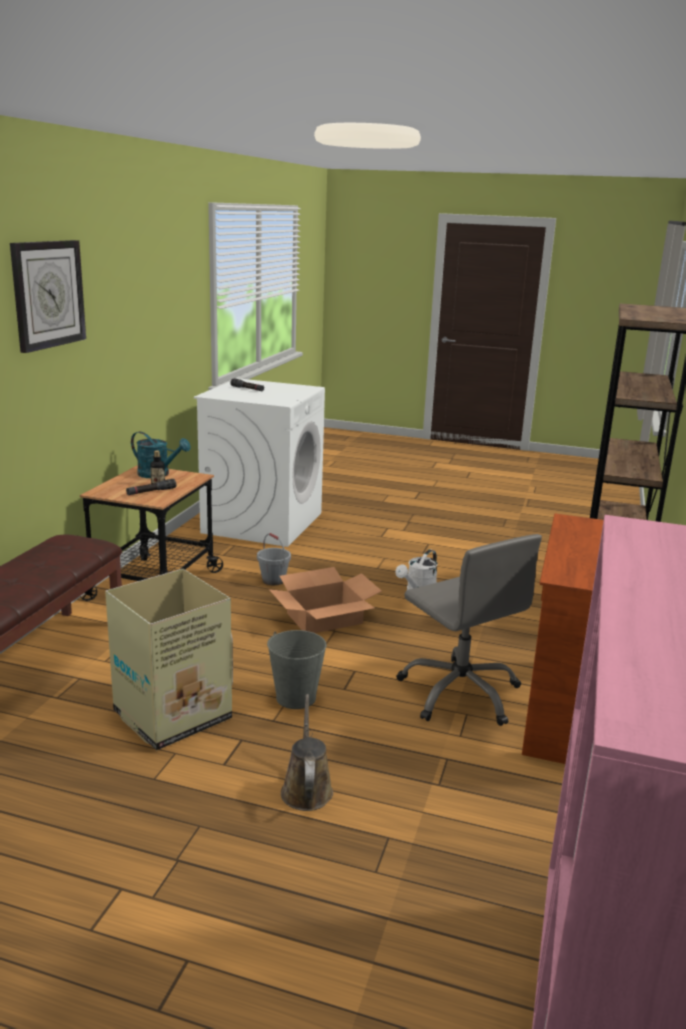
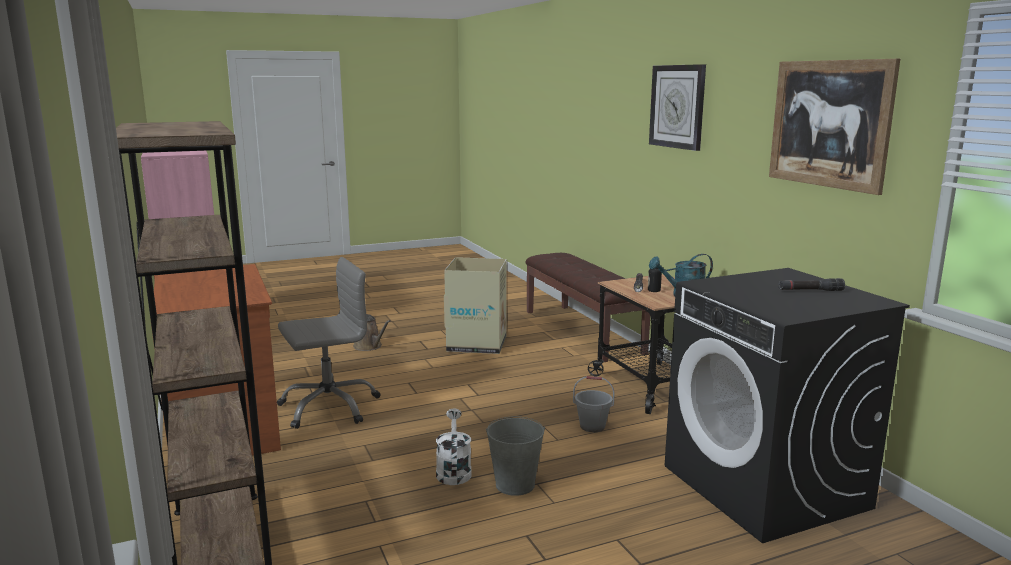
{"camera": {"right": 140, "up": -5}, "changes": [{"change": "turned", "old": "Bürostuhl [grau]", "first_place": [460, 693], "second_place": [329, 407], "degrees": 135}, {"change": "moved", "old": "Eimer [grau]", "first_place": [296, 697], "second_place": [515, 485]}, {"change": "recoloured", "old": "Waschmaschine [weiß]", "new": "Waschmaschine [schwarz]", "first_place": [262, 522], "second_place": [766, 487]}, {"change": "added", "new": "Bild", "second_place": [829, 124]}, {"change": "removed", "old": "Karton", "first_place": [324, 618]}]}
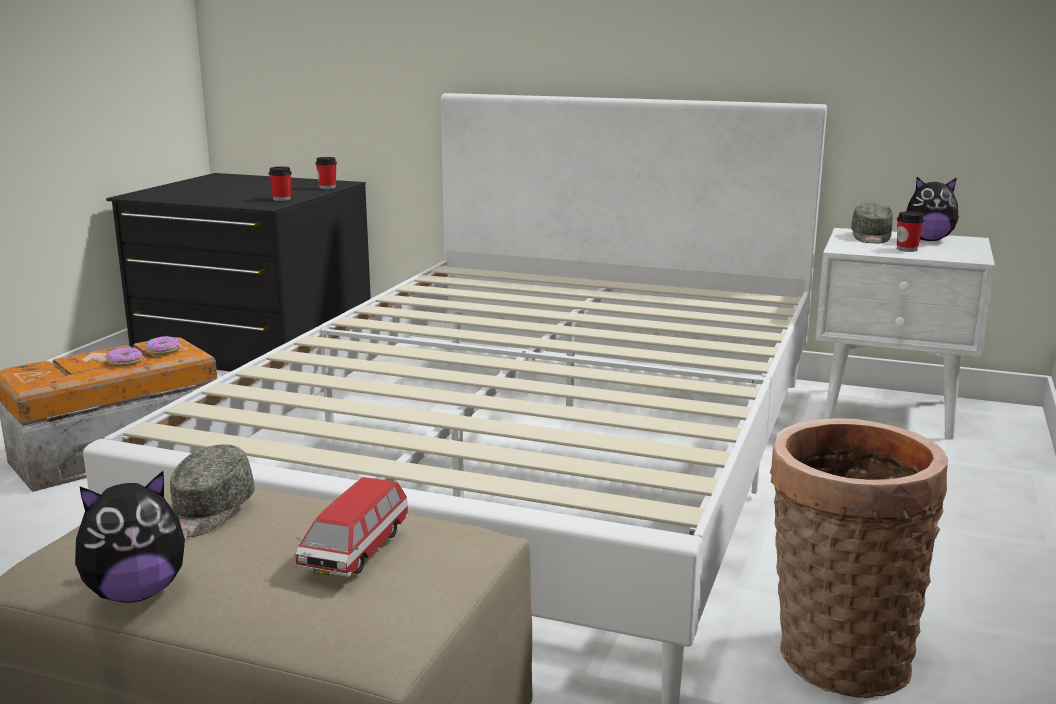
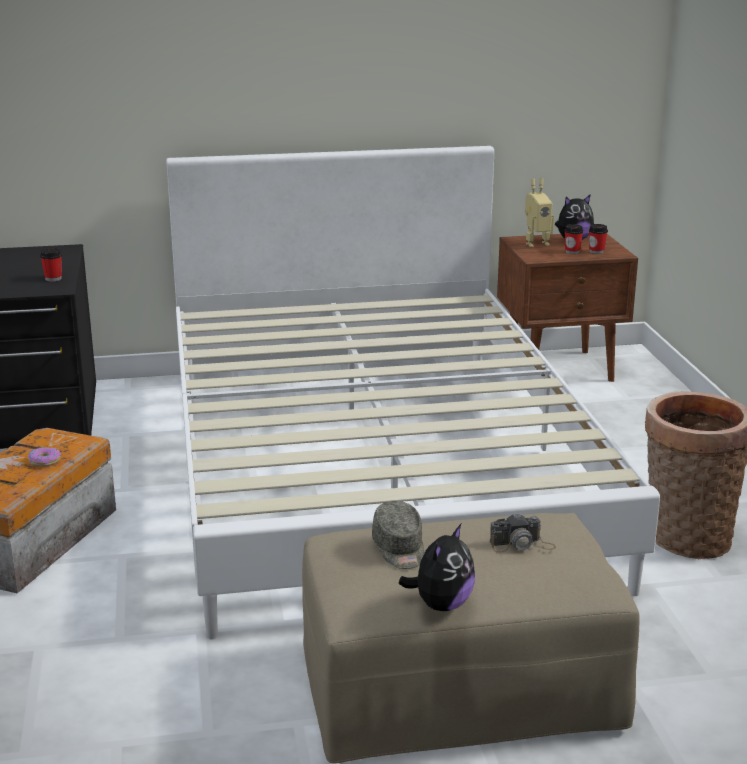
{"camera": {"right": -30, "up": 5}, "changes": [{"change": "replaced", "old": "Spielzeugauto", "new": "Kamera", "first_place": [355, 551], "second_place": [522, 545]}, {"change": "recoloured", "old": "Nachttisch [weiß]", "new": "Nachttisch [braun]", "first_place": [892, 412], "second_place": [560, 369]}, {"change": "replaced", "old": "Kappe [grau]", "new": "Spielzeugroboter", "first_place": [871, 237], "second_place": [536, 243]}, {"change": "moved", "old": "Tasse", "first_place": [327, 187], "second_place": [596, 251]}, {"change": "removed", "old": "Donut", "first_place": [163, 351]}]}
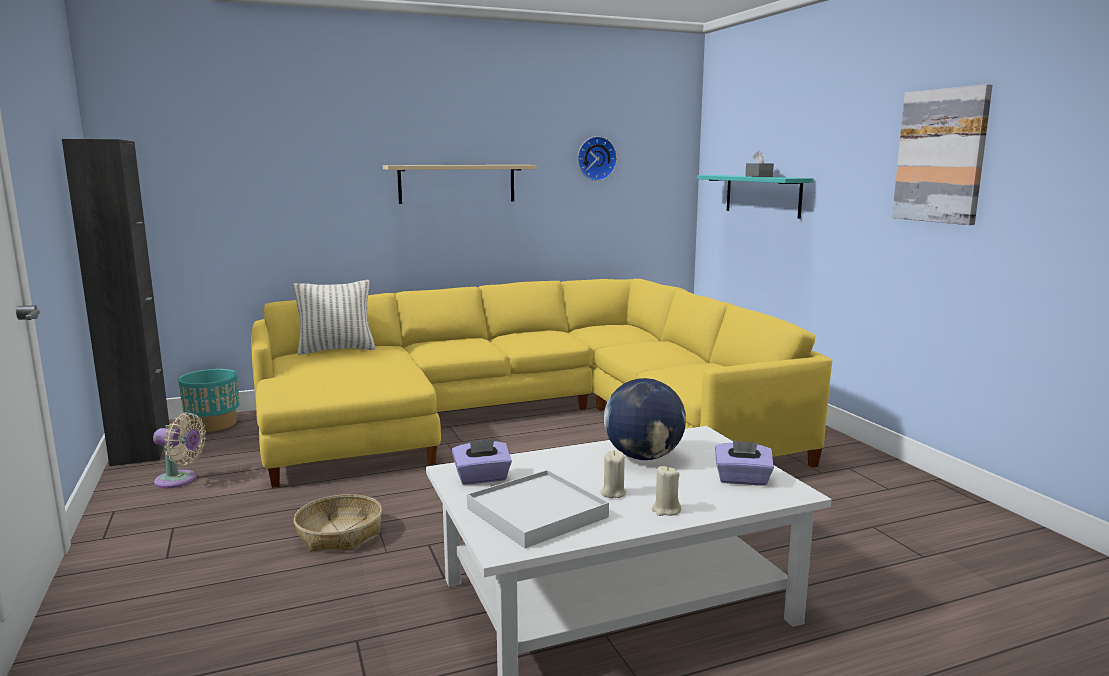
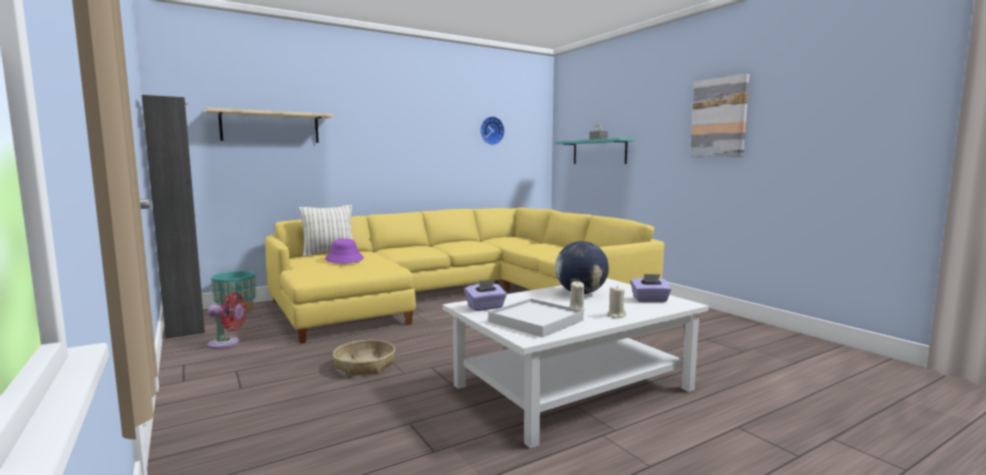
{"camera": {"right": -10, "up": -5}, "changes": [{"change": "moved", "old": "Wandregal [beige]", "first_place": [457, 183], "second_place": [270, 127]}, {"change": "recoloured", "old": "Ventilator [beige]", "new": "Ventilator [rot]", "first_place": [180, 480], "second_place": [227, 343]}, {"change": "added", "new": "Hut [lila]", "second_place": [344, 259]}]}
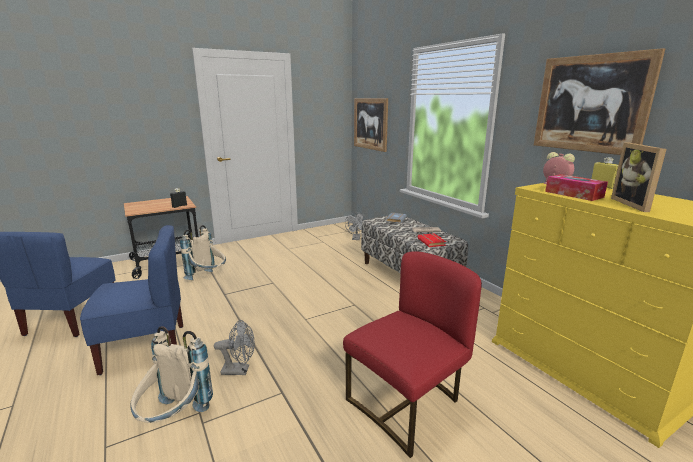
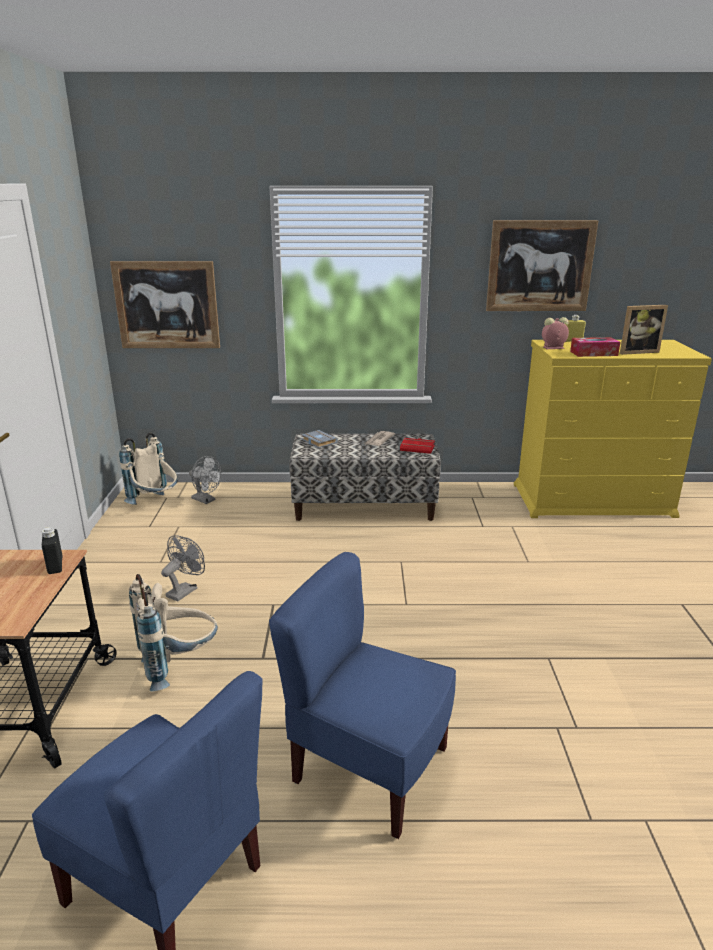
{"camera": {"right": -60, "up": 5}, "changes": [{"change": "moved", "old": "Rucksack [beige]", "first_place": [174, 420], "second_place": [156, 504]}, {"change": "moved", "old": "Ventilator [grau]", "first_place": [240, 370], "second_place": [185, 590]}, {"change": "turned", "old": "Stuhl [blau]", "first_place": [145, 347], "second_place": [369, 767], "degrees": -75}, {"change": "turned", "old": "Bilderrahmen", "first_place": [635, 205], "second_place": [636, 351], "degrees": -45}, {"change": "removed", "old": "Stuhl [rot]", "first_place": [407, 404]}]}
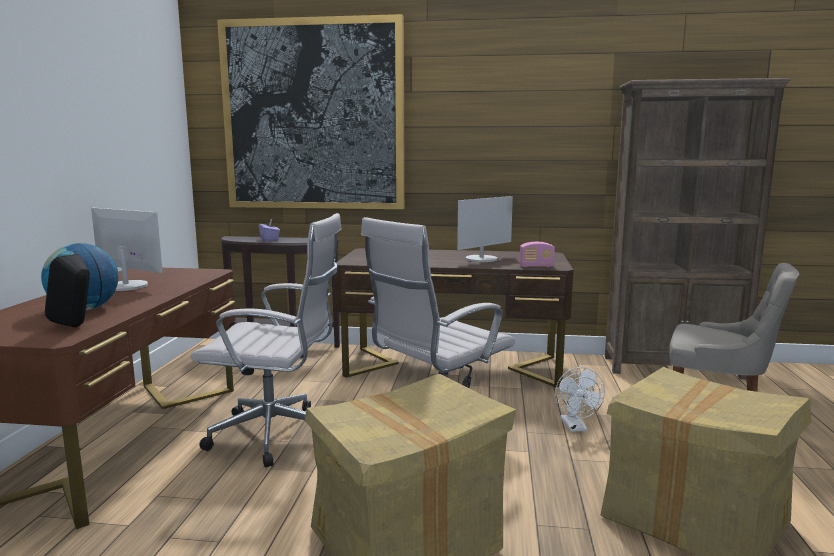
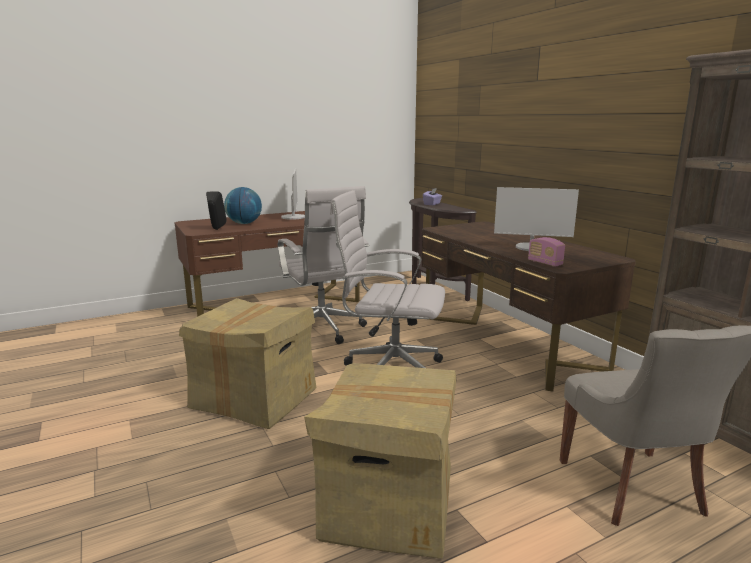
{"camera": {"right": 55, "up": 5}, "changes": [{"change": "removed", "old": "Bild", "first_place": [314, 116]}, {"change": "removed", "old": "Ventilator [weiß]", "first_place": [576, 427]}]}
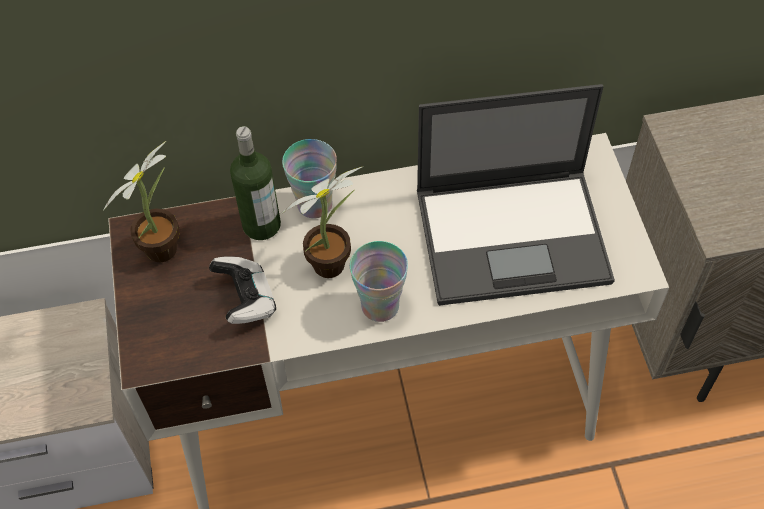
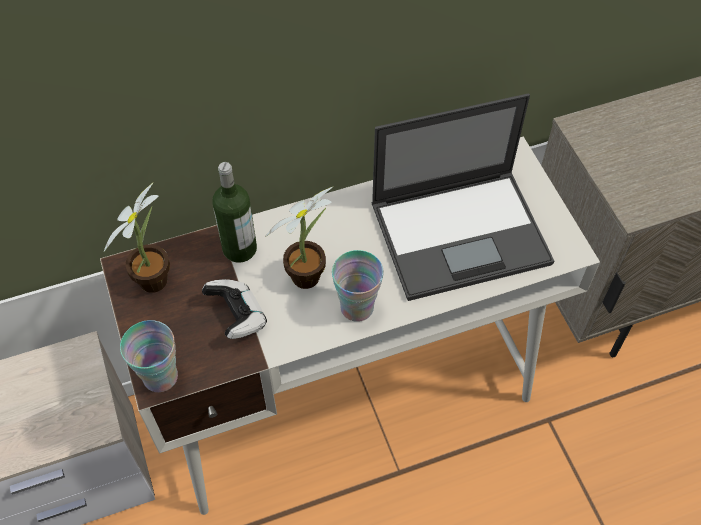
{"camera": {"right": -10, "up": 0}, "changes": [{"change": "moved", "old": "Tasse", "first_place": [314, 204], "second_place": [160, 377]}]}
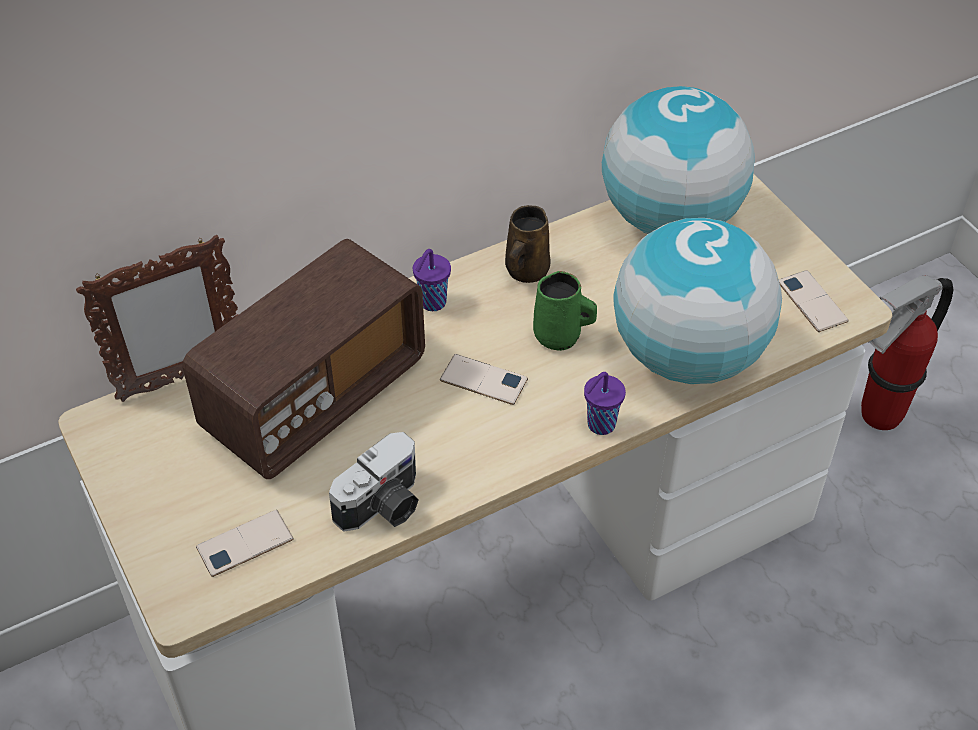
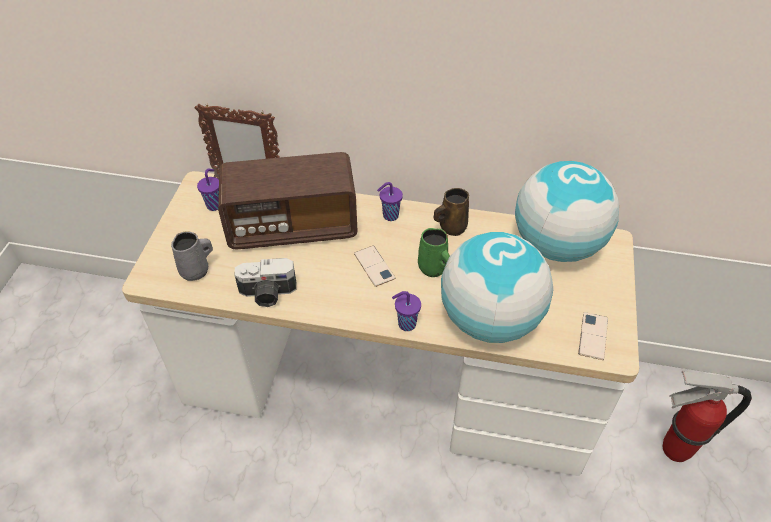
{"camera": {"right": 40, "up": 0}, "changes": [{"change": "replaced", "old": "Handy", "new": "Henkelbecher [grau]", "first_place": [245, 543], "second_place": [196, 270]}, {"change": "added", "new": "Tasse [lila]", "second_place": [214, 205]}]}
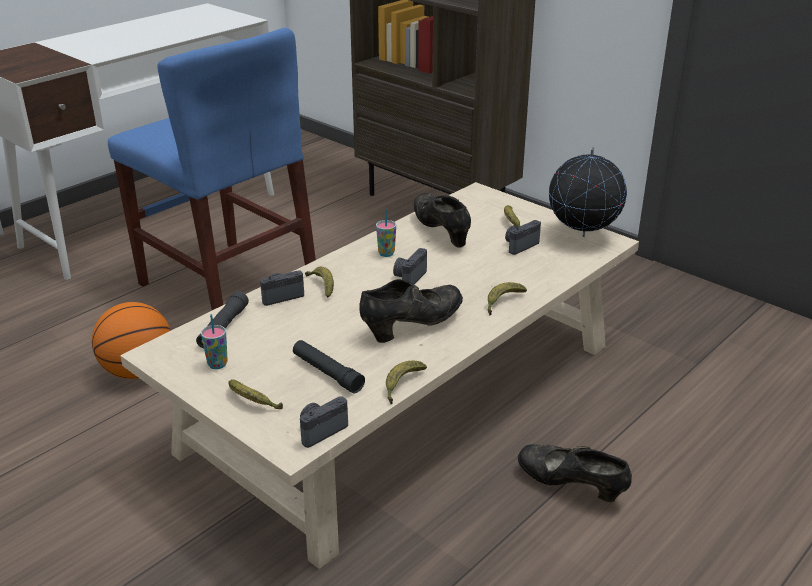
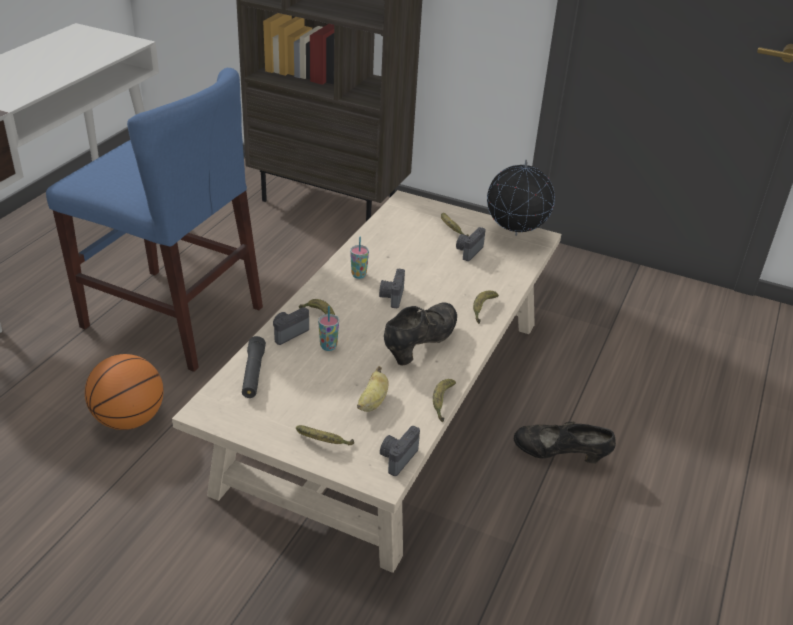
{"camera": {"right": -20, "up": 5}, "changes": [{"change": "moved", "old": "Tasse", "first_place": [217, 364], "second_place": [328, 346]}, {"change": "replaced", "old": "Taschenlampe [schwarz]", "new": "Banane", "first_place": [327, 373], "second_place": [372, 402]}, {"change": "removed", "old": "Schuh [schwarz]", "first_place": [441, 232]}]}
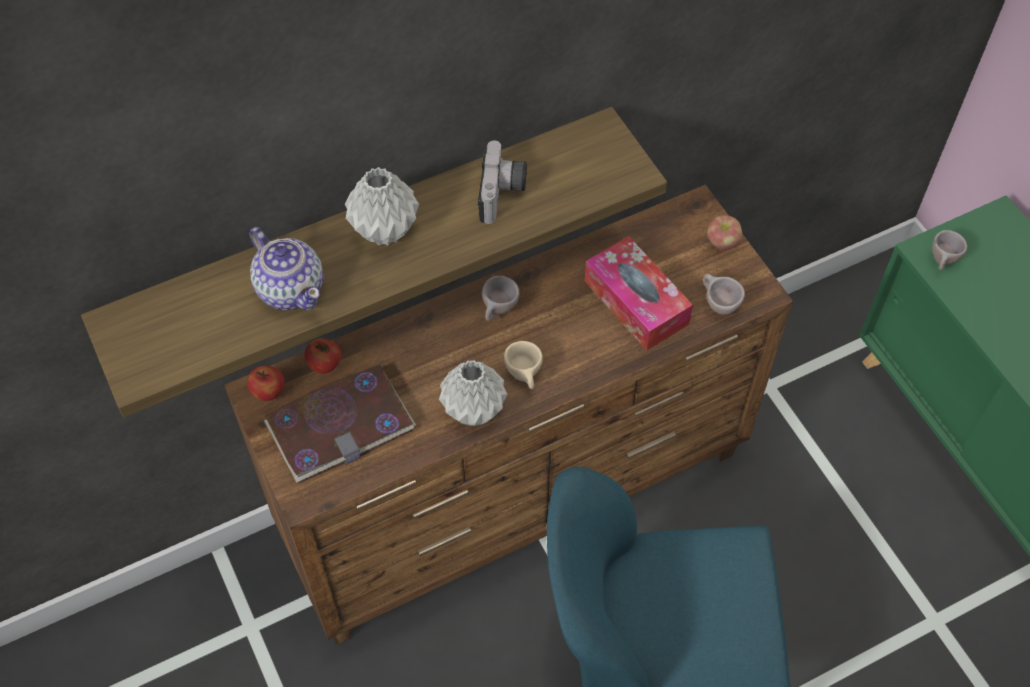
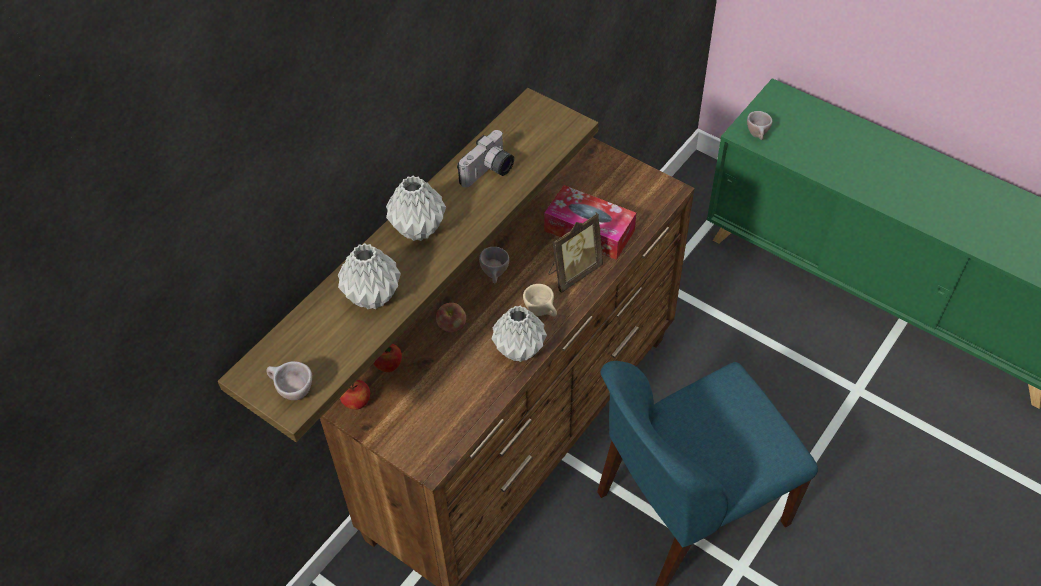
{"camera": {"right": -25, "up": -5}, "changes": [{"change": "moved", "old": "Tasse [beige]", "first_place": [717, 304], "second_place": [292, 391]}, {"change": "replaced", "old": "Teekanne", "new": "Vase [grau]", "first_place": [291, 288], "second_place": [373, 296]}, {"change": "moved", "old": "Apfel", "first_place": [722, 242], "second_place": [452, 325]}, {"change": "turned", "old": "Kamera", "first_place": [503, 194], "second_place": [489, 172], "degrees": 60}, {"change": "added", "new": "Bilderrahmen", "second_place": [573, 272]}, {"change": "removed", "old": "Buch", "first_place": [340, 425]}]}
